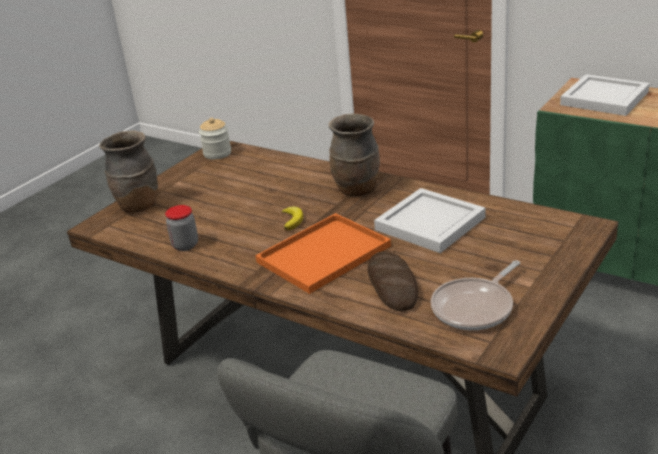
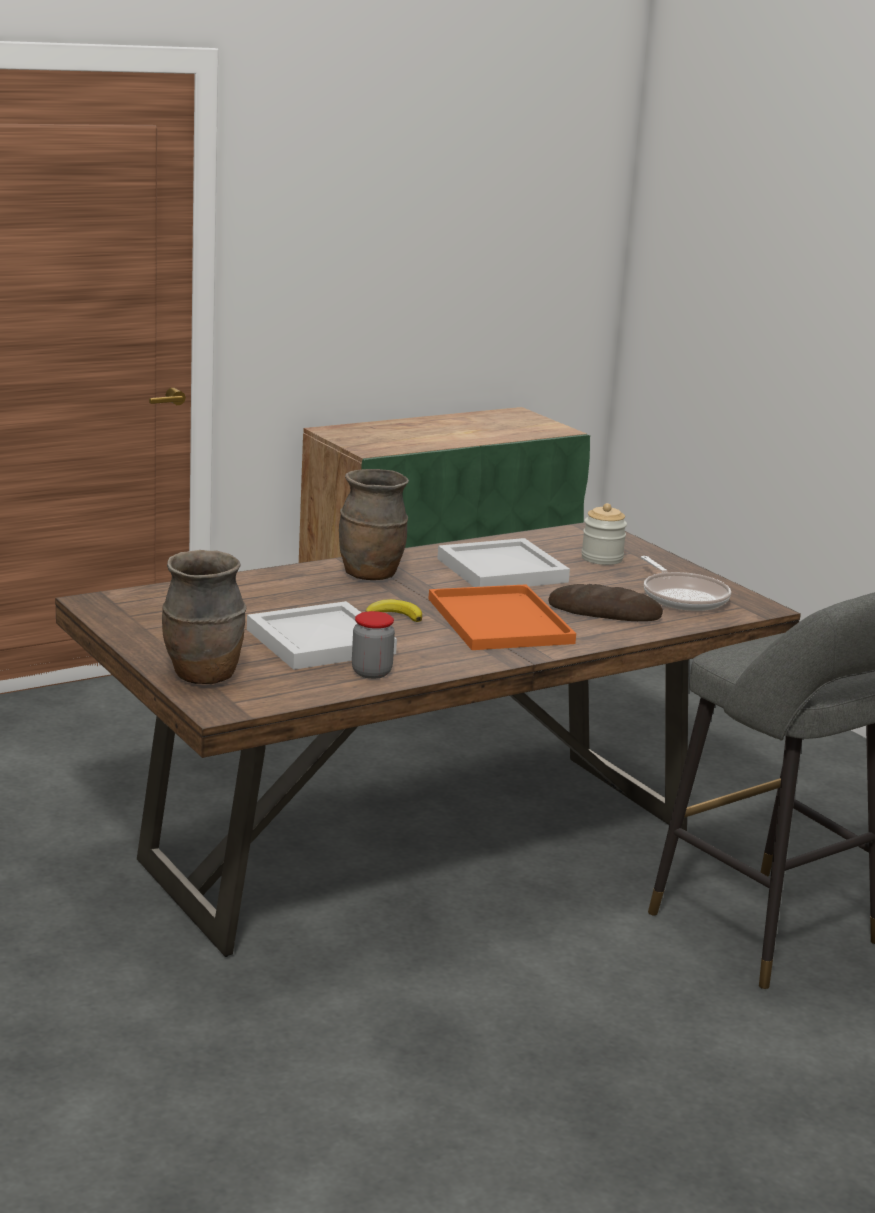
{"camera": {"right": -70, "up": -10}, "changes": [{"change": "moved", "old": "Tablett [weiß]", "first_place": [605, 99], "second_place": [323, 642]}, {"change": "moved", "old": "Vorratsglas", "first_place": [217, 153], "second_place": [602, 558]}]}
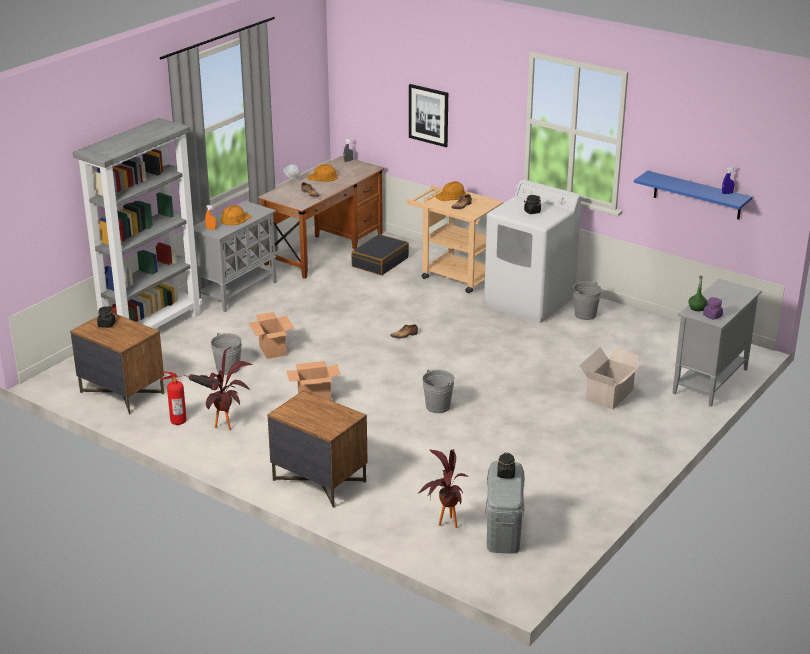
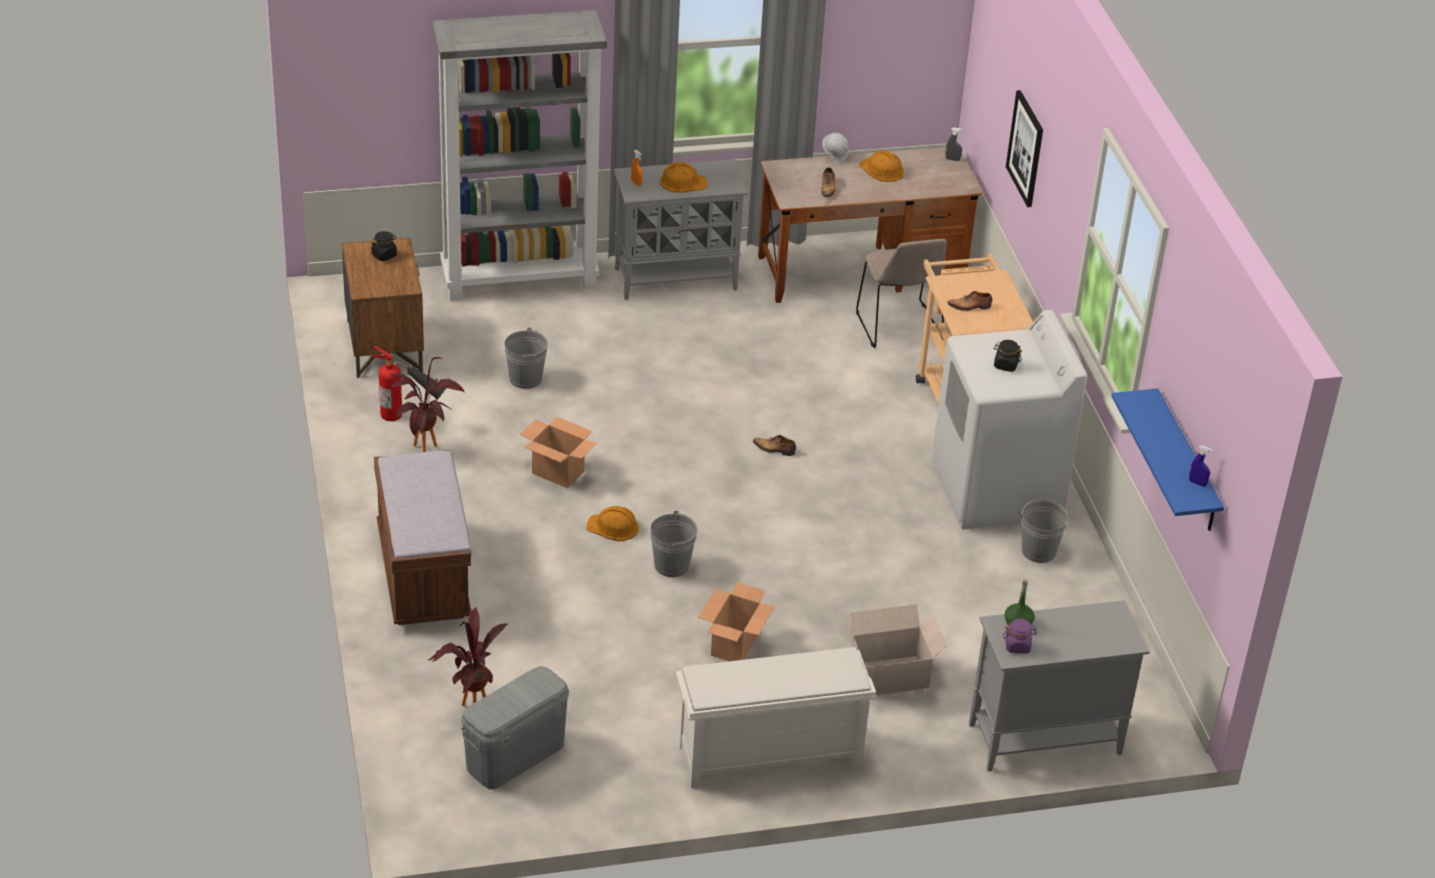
{"camera": {"right": 40, "up": 10}, "changes": [{"change": "replaced", "old": "Nachttisch [braun]", "new": "Bank [braun]", "first_place": [318, 481], "second_place": [423, 574]}, {"change": "moved", "old": "Schutzhelm [orange]", "first_place": [451, 195], "second_place": [613, 527]}, {"change": "added", "new": "Schuhregal [weiß]", "second_place": [768, 757]}, {"change": "moved", "old": "Karton", "first_place": [273, 350], "second_place": [734, 646]}, {"change": "replaced", "old": "Koffer [schwarz]", "new": "Stuhl [beige]", "first_place": [380, 262], "second_place": [899, 328]}, {"change": "removed", "old": "Vorratsglas [schwarz]", "first_place": [506, 474]}]}
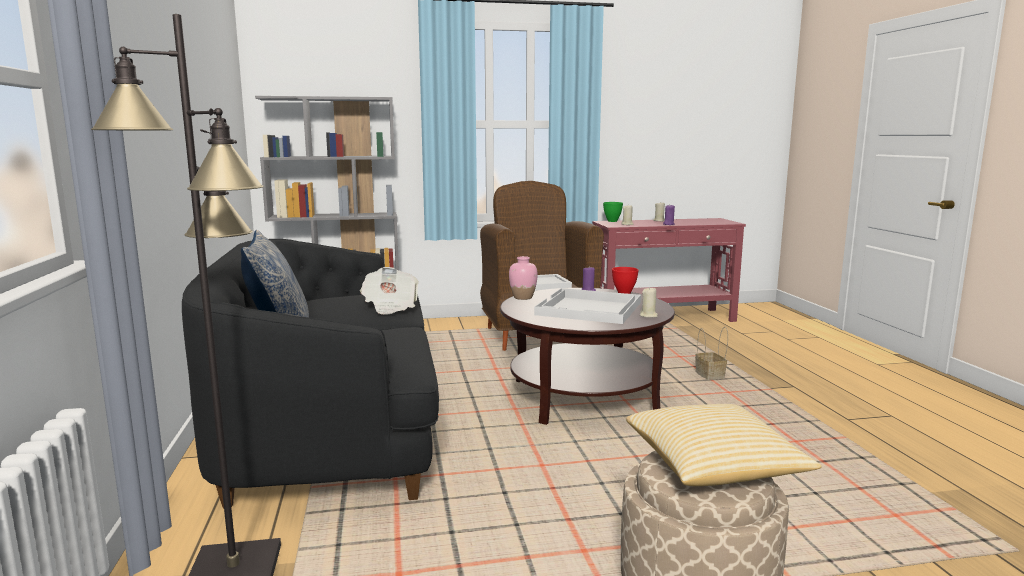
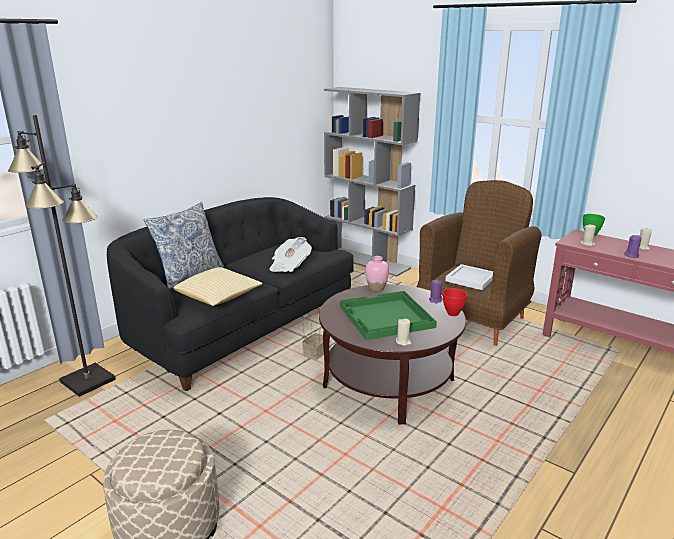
{"camera": {"right": 50, "up": 10}, "changes": [{"change": "moved", "old": "Kissen", "first_place": [714, 467], "second_place": [218, 297]}, {"change": "moved", "old": "Korb", "first_place": [710, 376], "second_place": [315, 354]}, {"change": "recoloured", "old": "Tablett [weiß]", "new": "Tablett [grün]", "first_place": [590, 309], "second_place": [385, 317]}]}
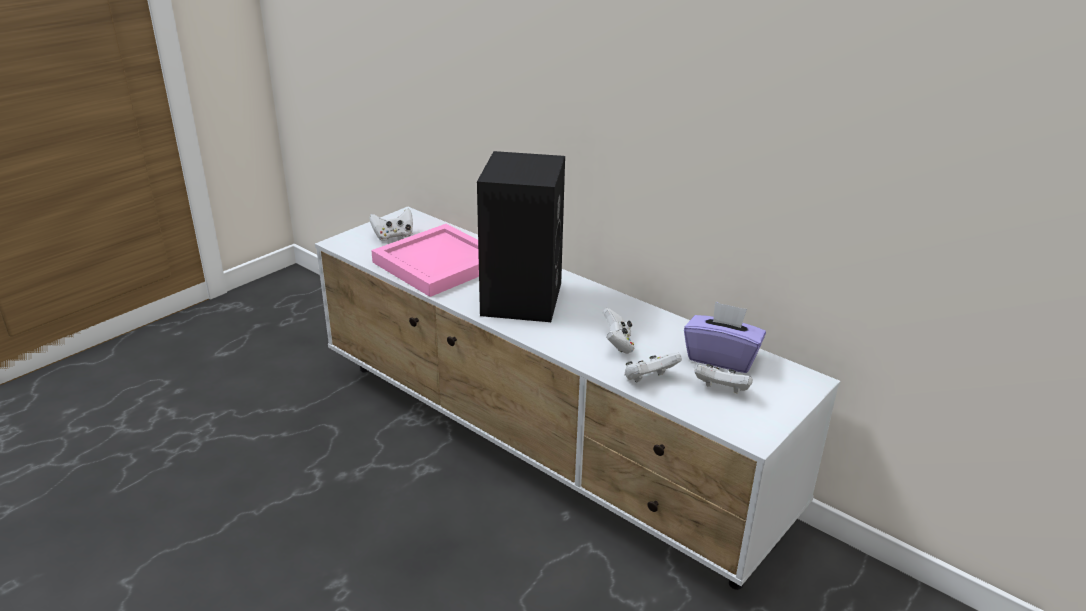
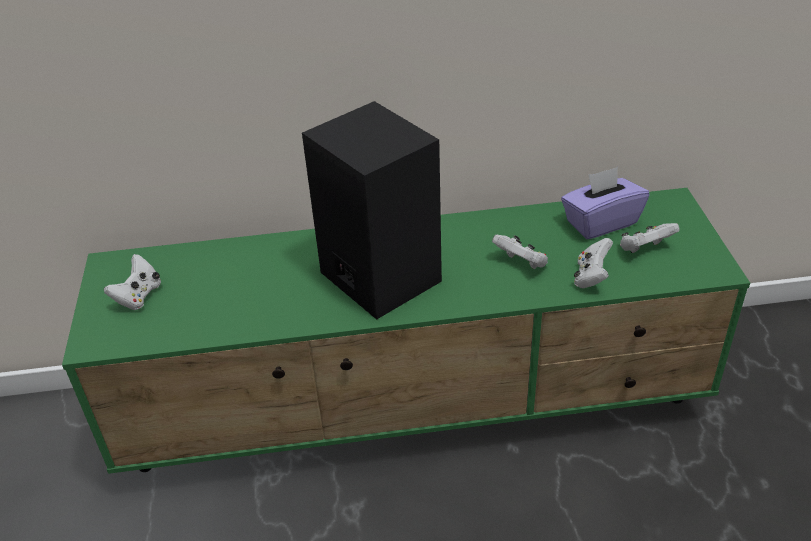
{"camera": {"right": -45, "up": 10}, "changes": [{"change": "recoloured", "old": "Fernsehschrank [weiß]", "new": "Fernsehschrank [grün]", "first_place": [542, 448], "second_place": [415, 407]}, {"change": "removed", "old": "Tablett [rosa]", "first_place": [438, 265]}]}
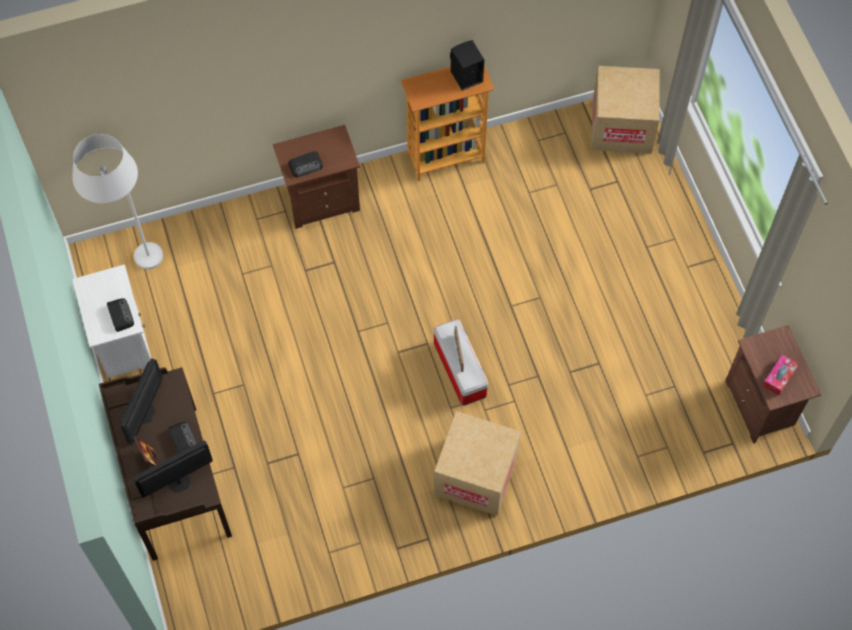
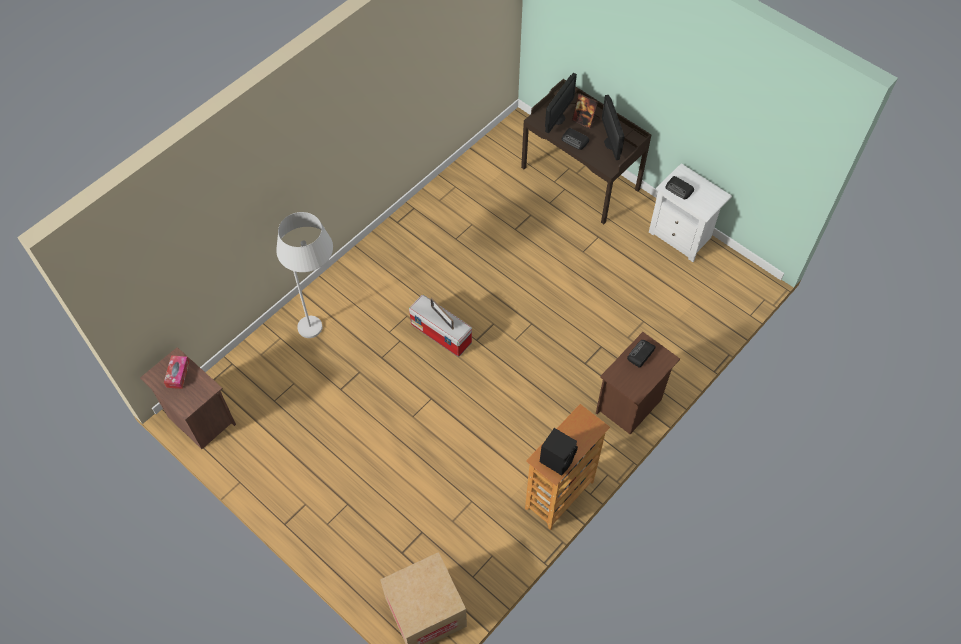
{"camera": {"right": 150, "up": -5}, "changes": [{"change": "moved", "old": "Stehlampe [weiß]", "first_place": [132, 254], "second_place": [323, 323]}, {"change": "removed", "old": "Karton", "first_place": [476, 475]}]}
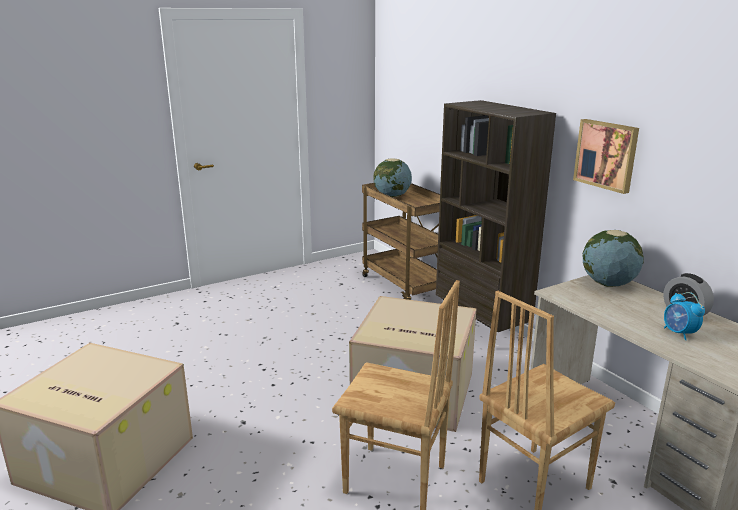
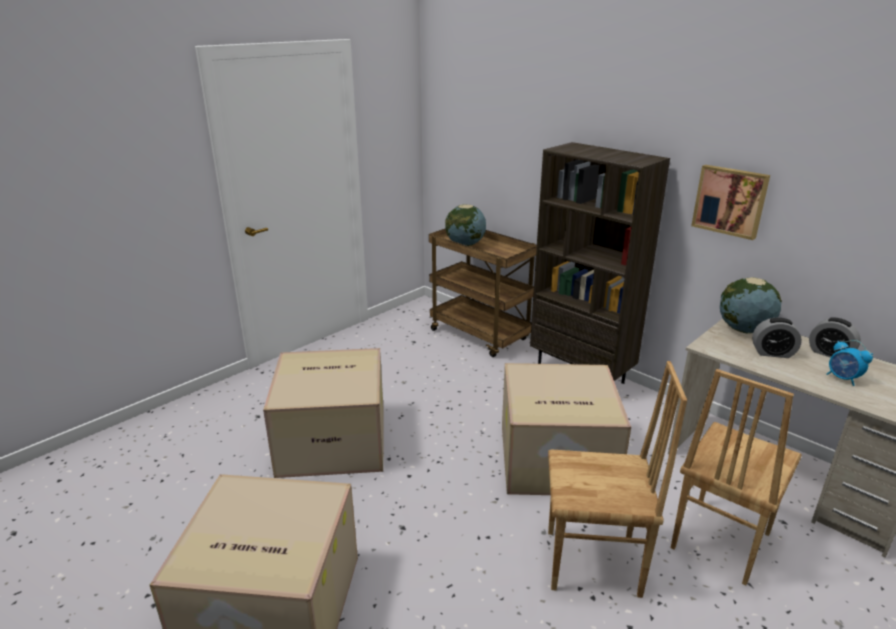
{"camera": {"right": -15, "up": 5}, "changes": [{"change": "added", "new": "Karton", "second_place": [334, 440]}, {"change": "added", "new": "Wecker", "second_place": [772, 353]}]}
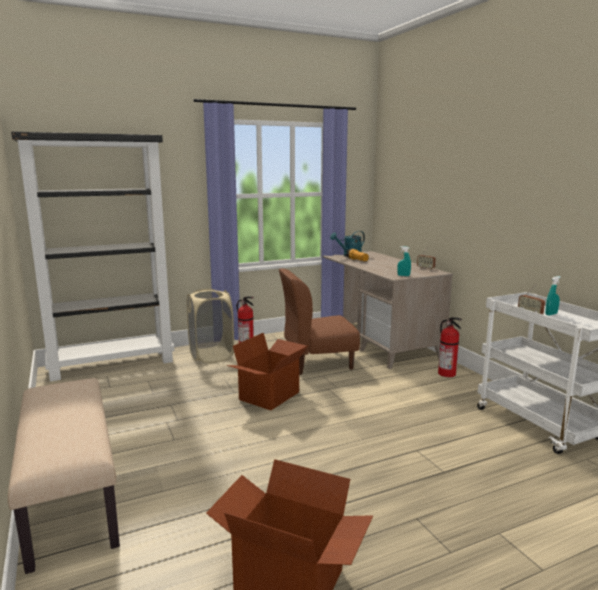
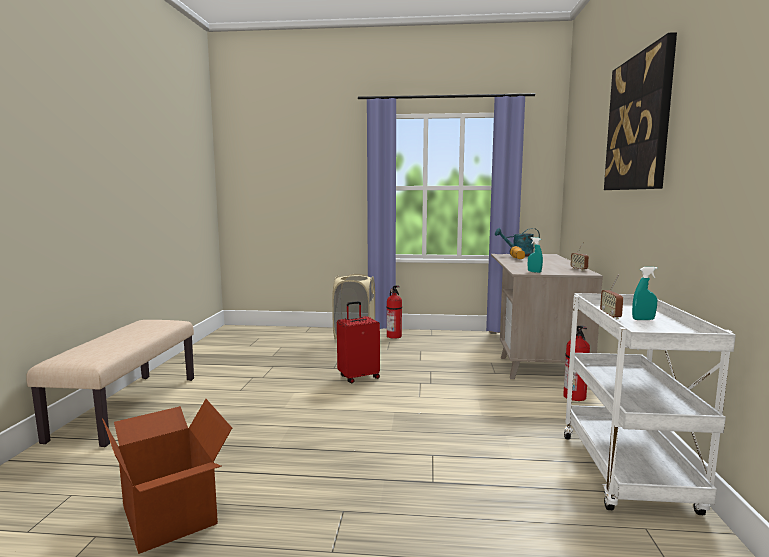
{"camera": {"right": 30, "up": -5}, "changes": [{"change": "replaced", "old": "Karton", "new": "Koffer [rot]", "first_place": [270, 396], "second_place": [358, 377]}, {"change": "added", "new": "Bild", "second_place": [638, 123]}, {"change": "removed", "old": "Bücherregal [schwarz]", "first_place": [113, 364]}, {"change": "removed", "old": "Stuhl [braun]", "first_place": [317, 362]}]}
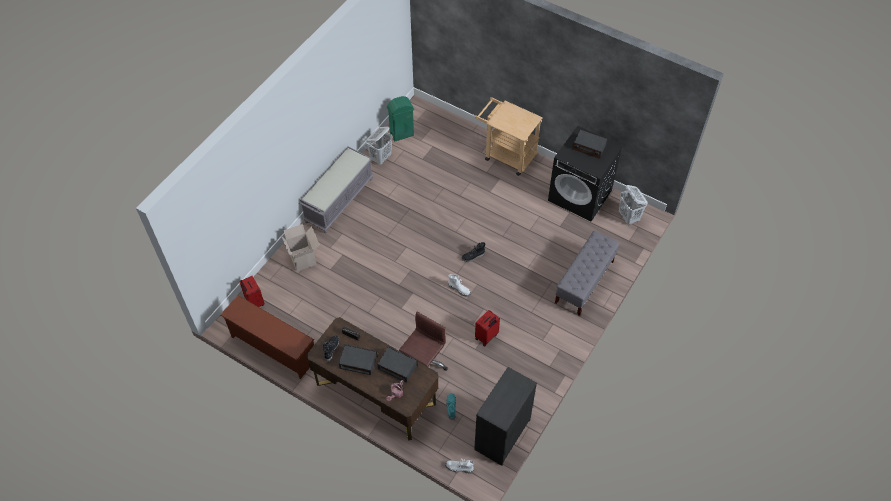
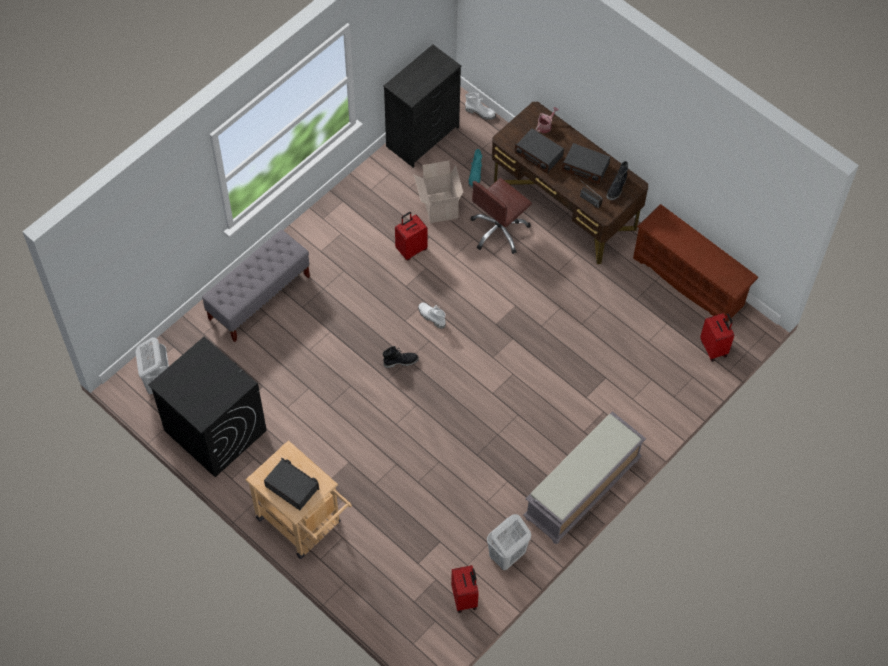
{"camera": {"right": -170, "up": 5}, "changes": [{"change": "moved", "old": "Radio", "first_place": [589, 147], "second_place": [292, 487]}, {"change": "moved", "old": "Karton", "first_place": [303, 259], "second_place": [439, 207]}, {"change": "replaced", "old": "Mülleimer [grün]", "new": "Koffer [rot]", "first_place": [401, 134], "second_place": [465, 598]}]}
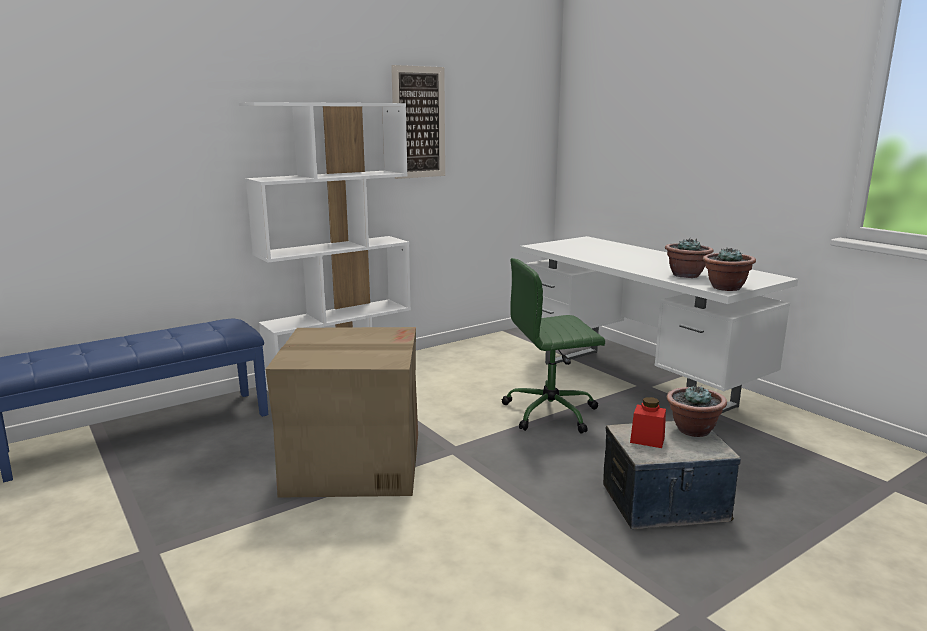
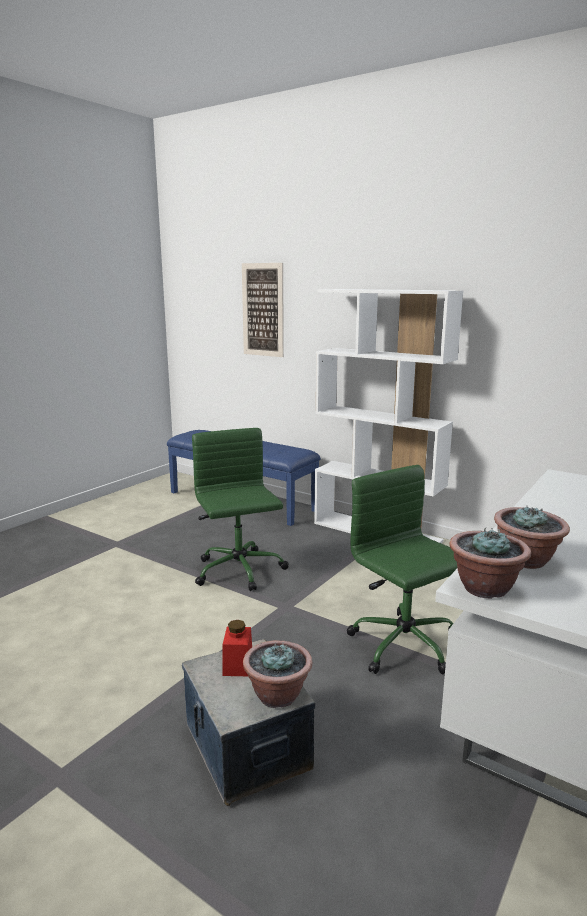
{"camera": {"right": 70, "up": 0}, "changes": [{"change": "replaced", "old": "Karton", "new": "Bürostuhl [grün]", "first_place": [352, 463], "second_place": [239, 571]}, {"change": "moved", "old": "Bild", "first_place": [419, 123], "second_place": [263, 310]}]}
